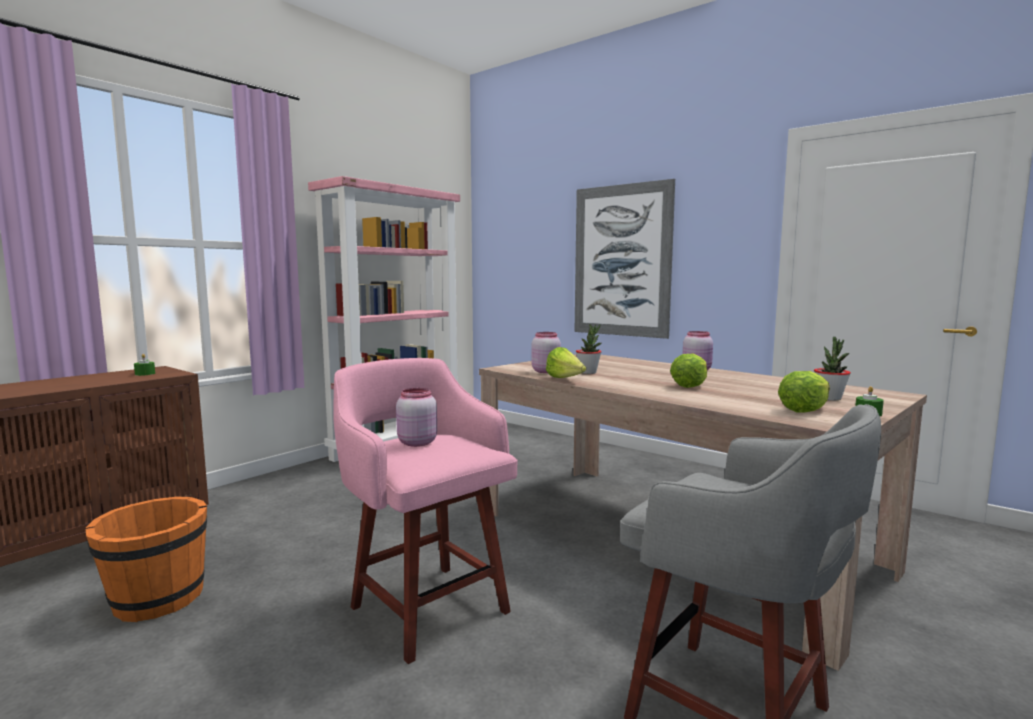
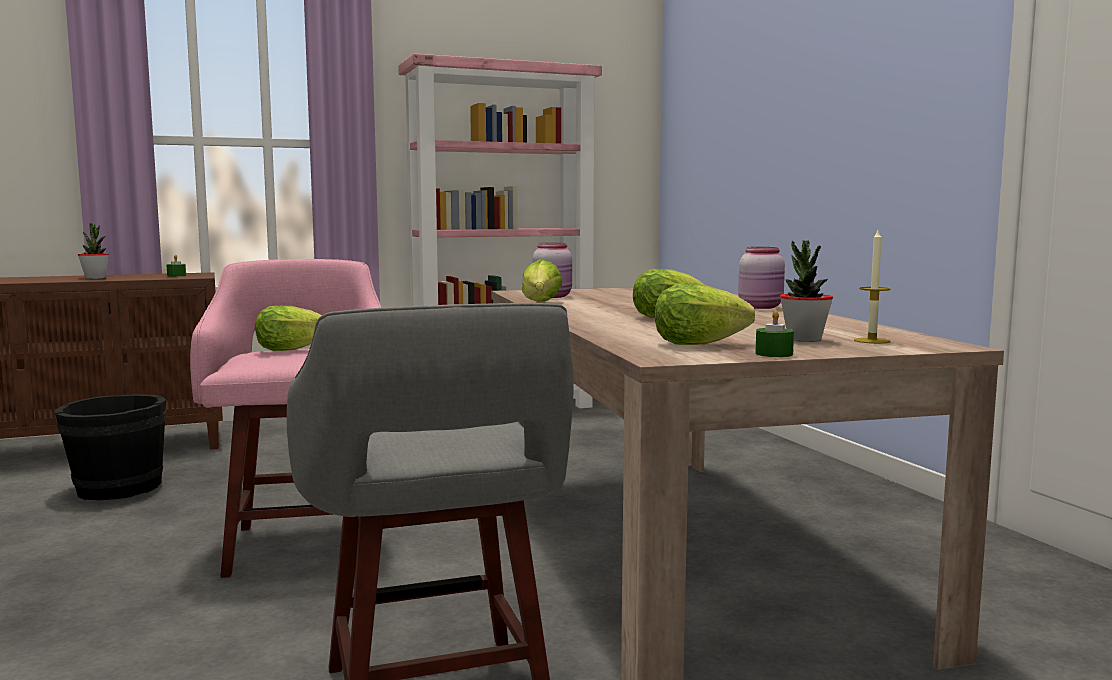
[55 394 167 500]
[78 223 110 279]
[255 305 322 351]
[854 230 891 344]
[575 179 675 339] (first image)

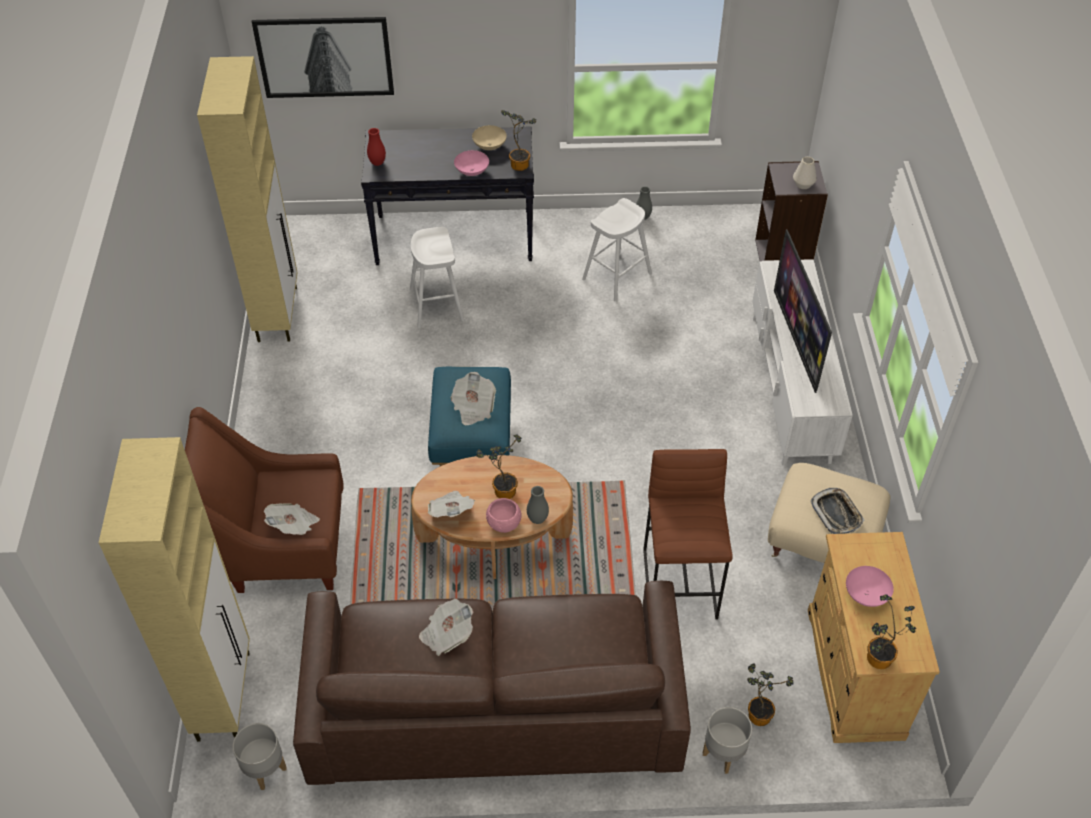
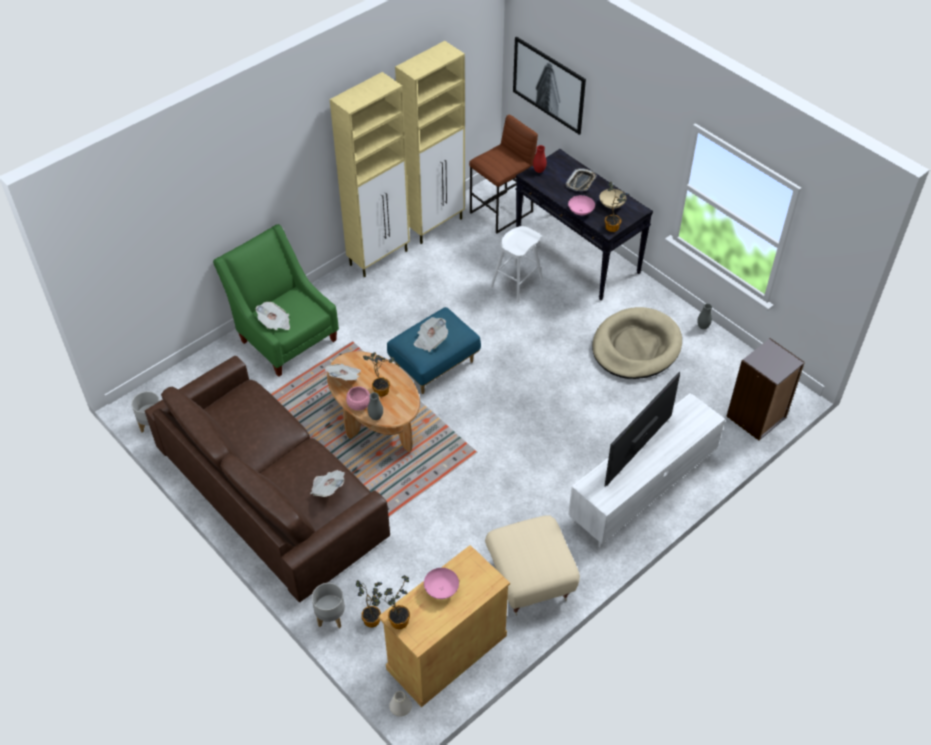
[213 224 339 377]
[310 470 345 497]
[330 72 410 278]
[389 691 412 717]
[469 114 538 234]
[566 168 597 191]
[592 307 682 379]

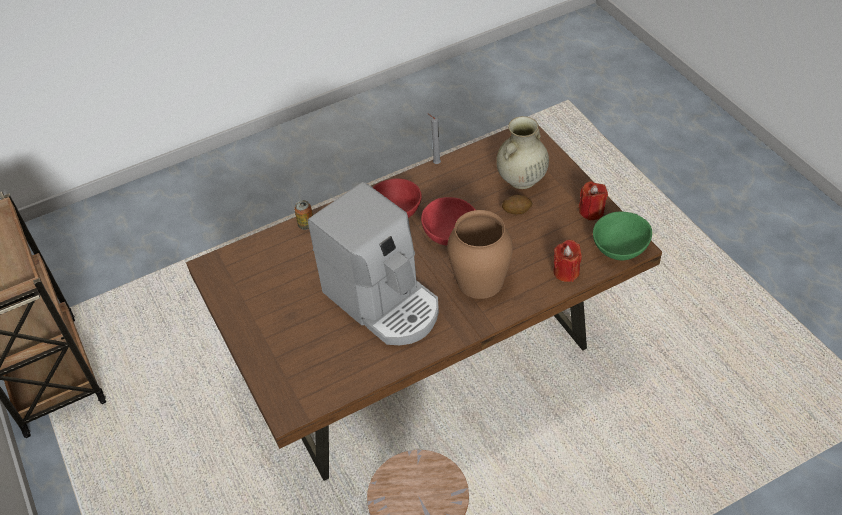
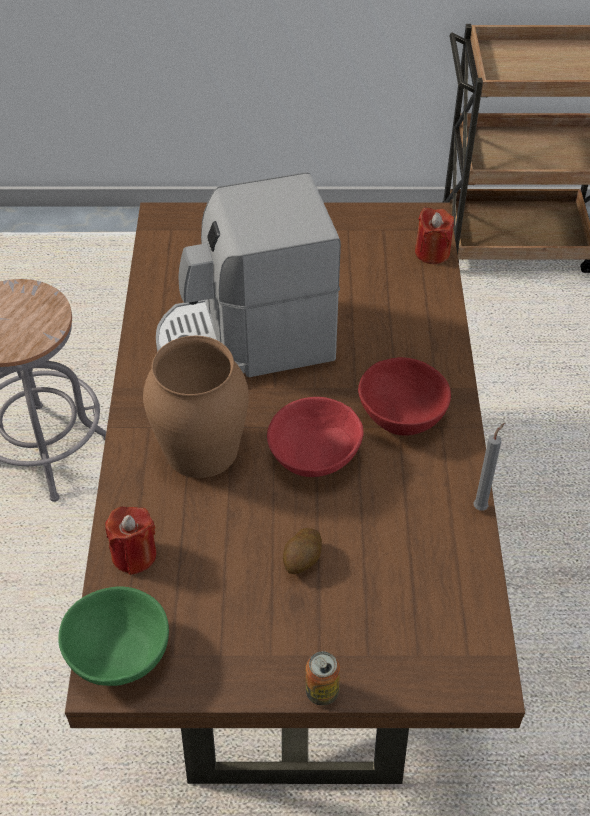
[306 651 340 706]
[415 207 454 264]
[496 116 549 189] (first image)

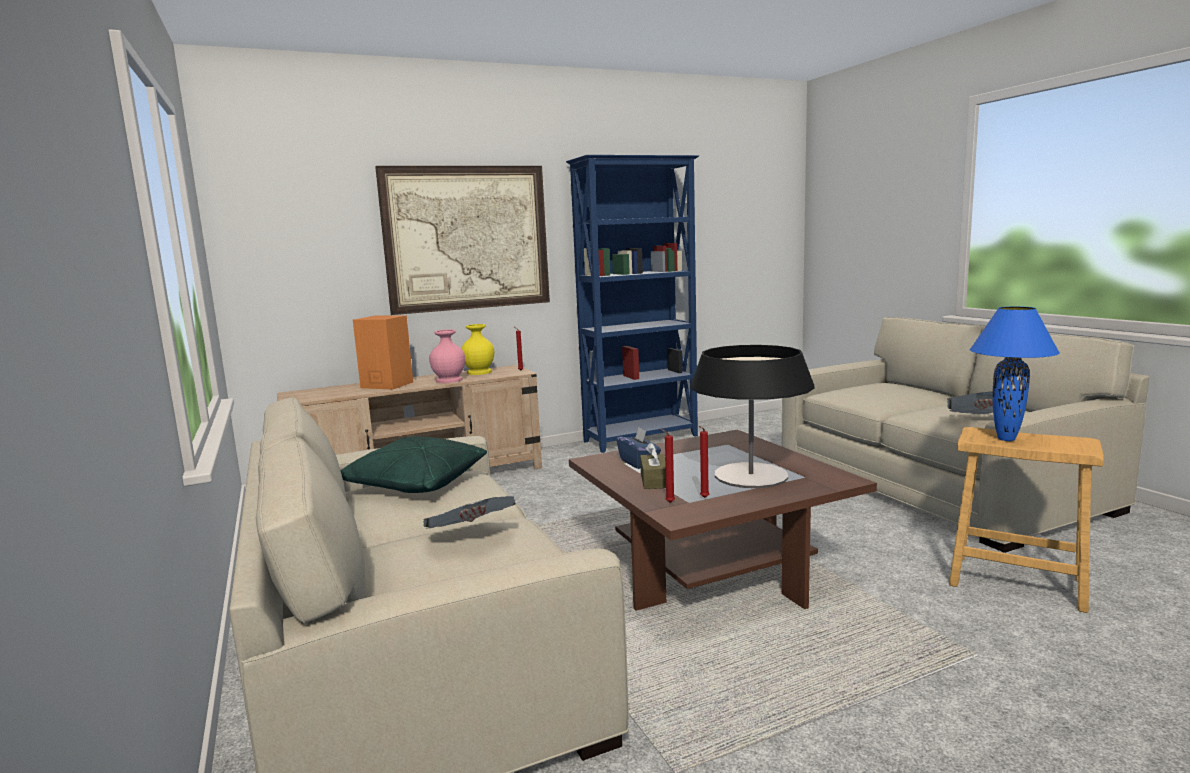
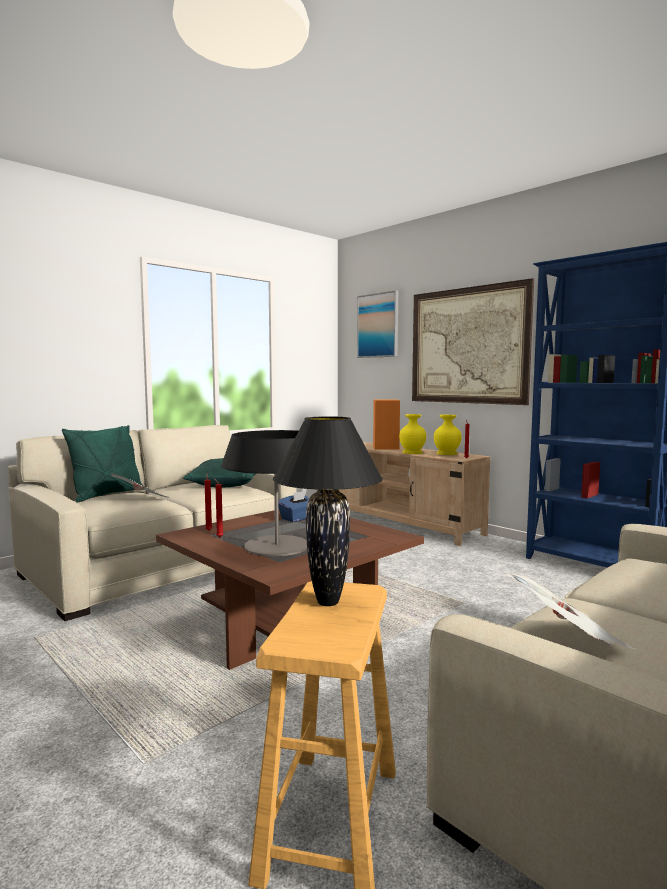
[62 425 144 503]
[273 416 383 606]
[357 290 398 358]
[399 414 426 454]
[640 443 666 489] (first image)

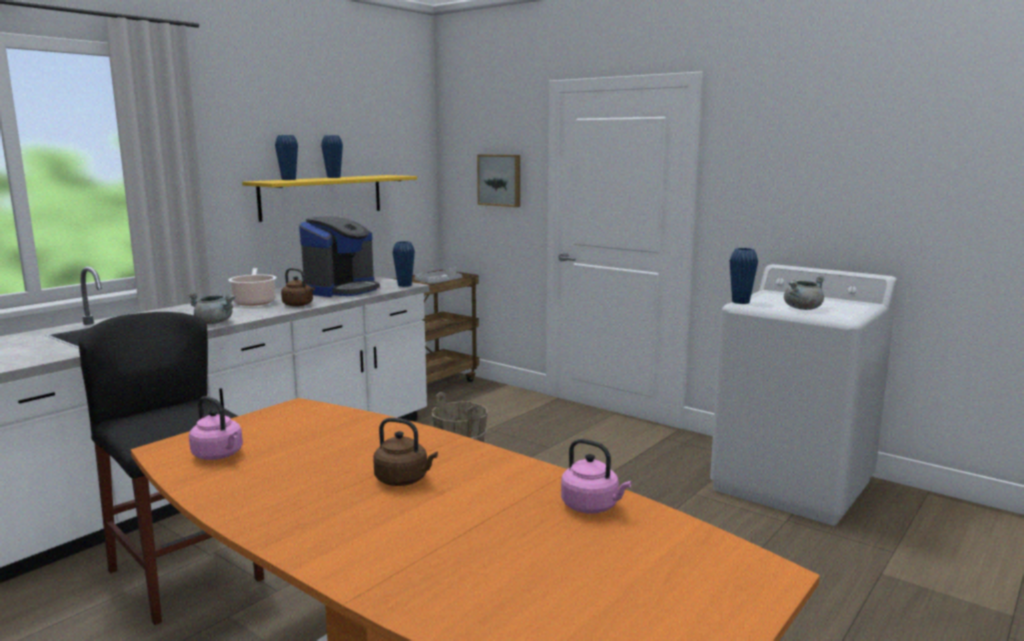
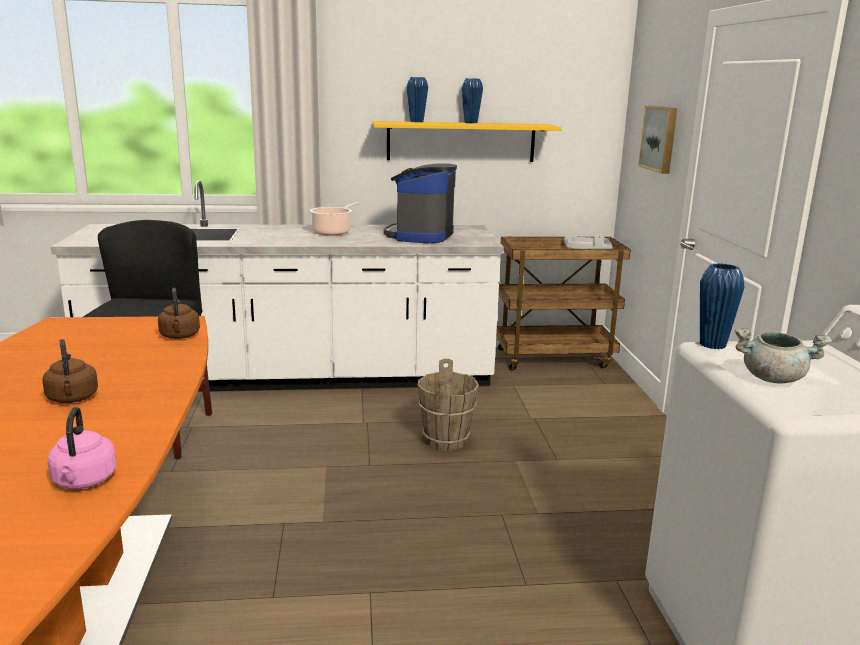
[158 288 200 339]
[384 163 457 243]
[187 291 235 324] (first image)
[189 396 243 460] (first image)
[392 241 415 287] (first image)

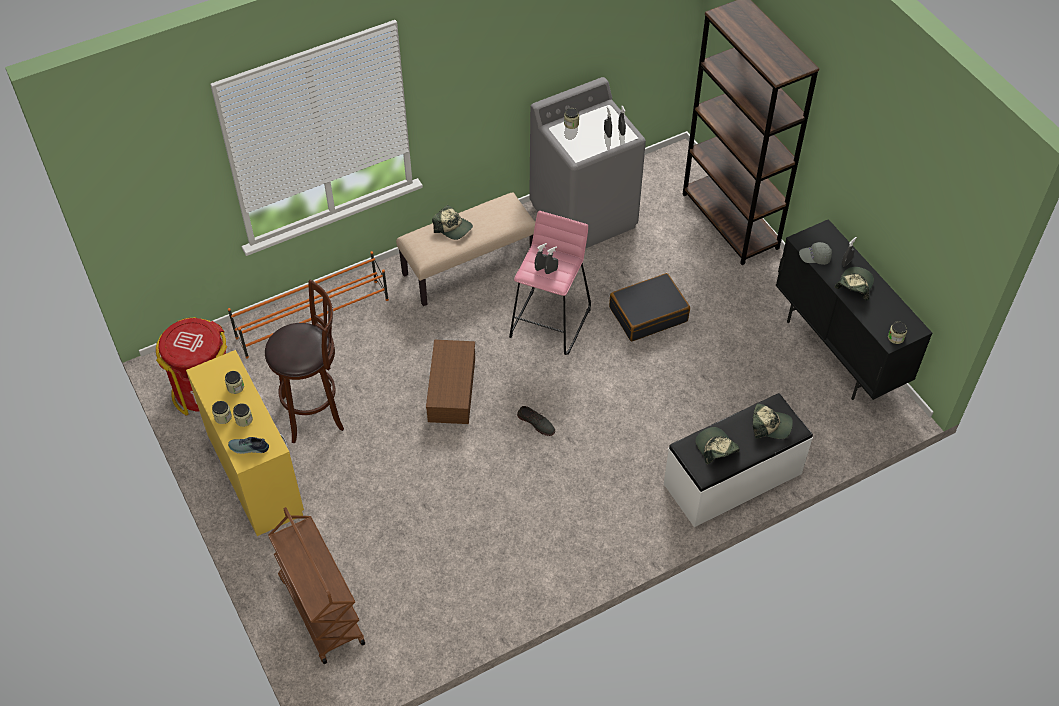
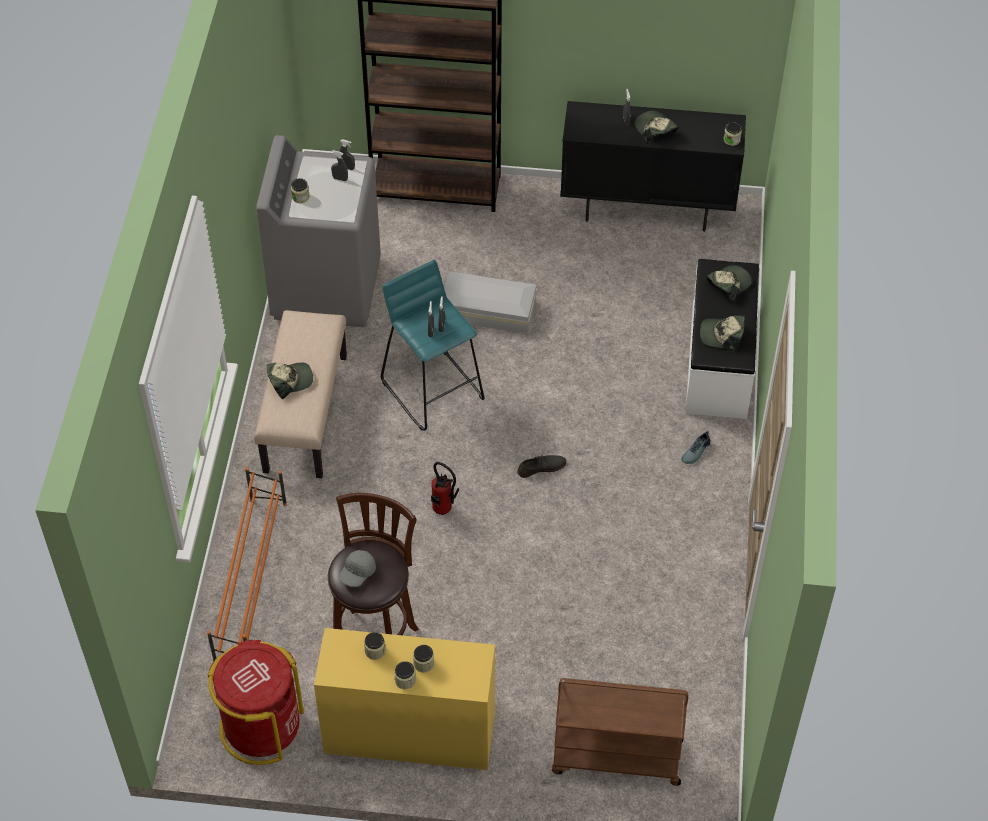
[339 550 376 587]
[381 260 485 431]
[431 462 459 515]
[444 271 537 334]
[681 431 710 464]

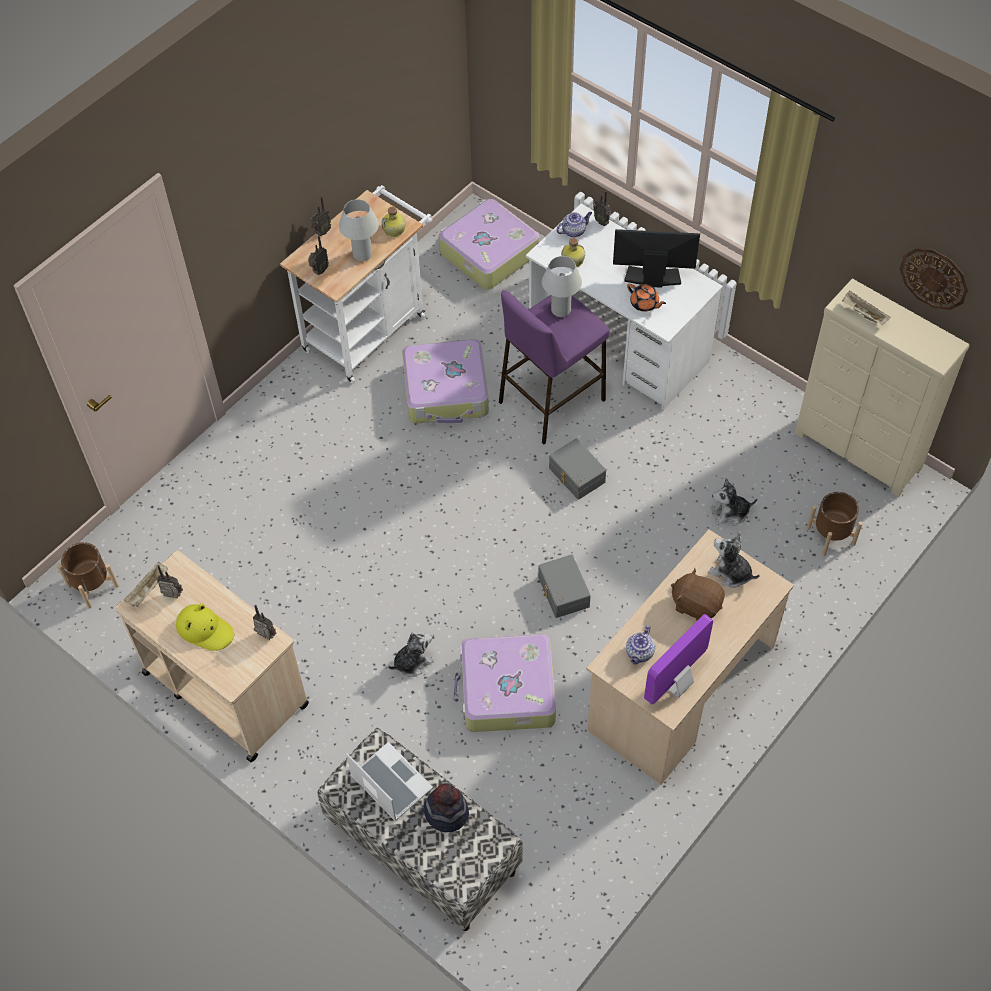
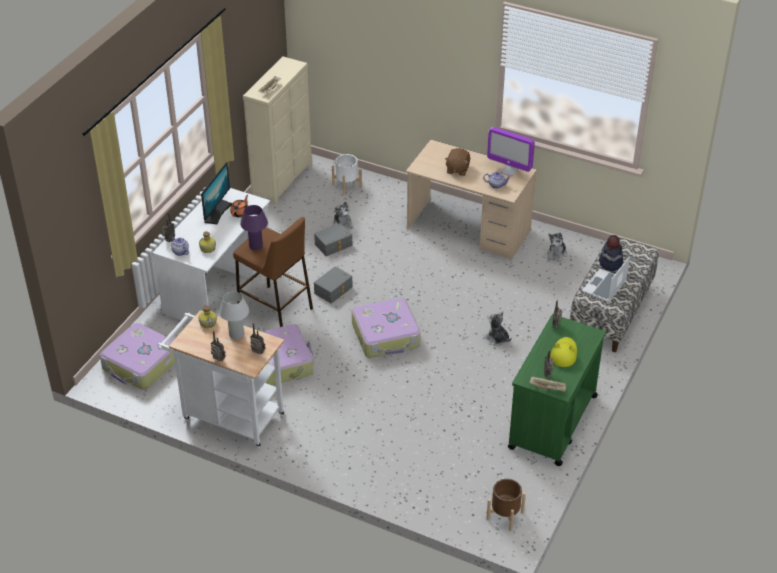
[201 162 232 224]
[233 217 313 327]
[240 205 268 250]
[314 223 352 256]
[332 154 362 195]
[352 298 421 358]
[508 314 606 466]
[547 233 567 262]
[900 248 968 310] (first image)

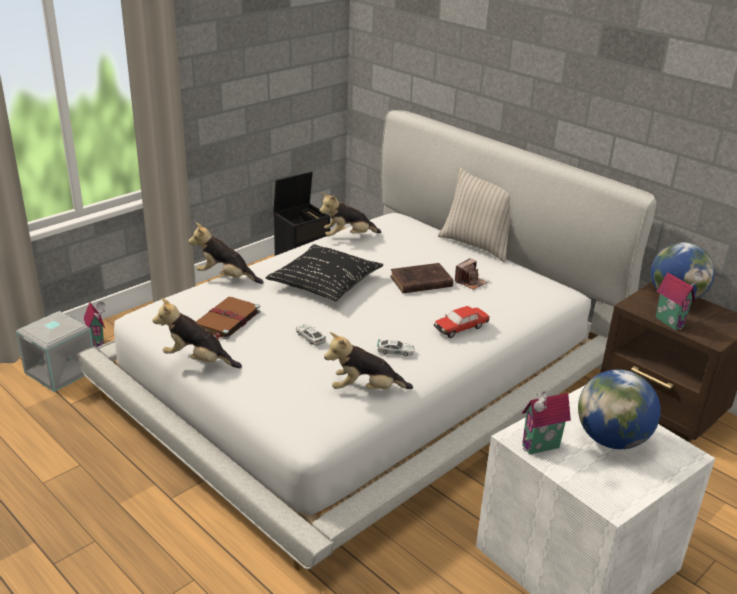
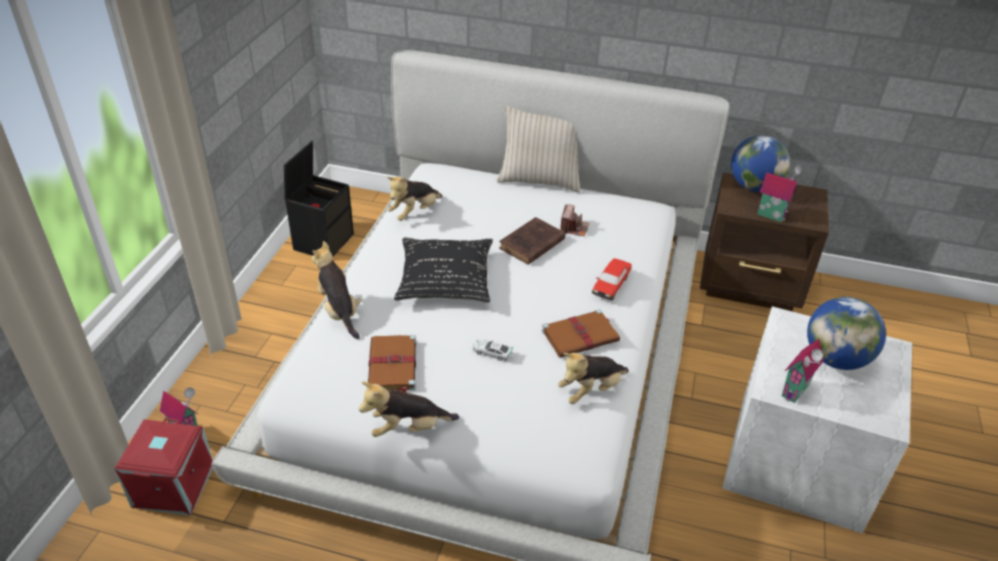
[115 418 213 516]
[311 241 361 339]
[542 309 620 358]

